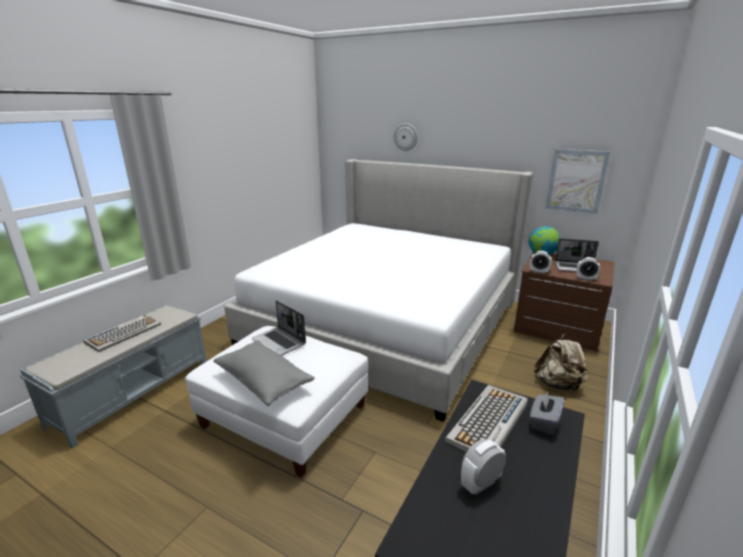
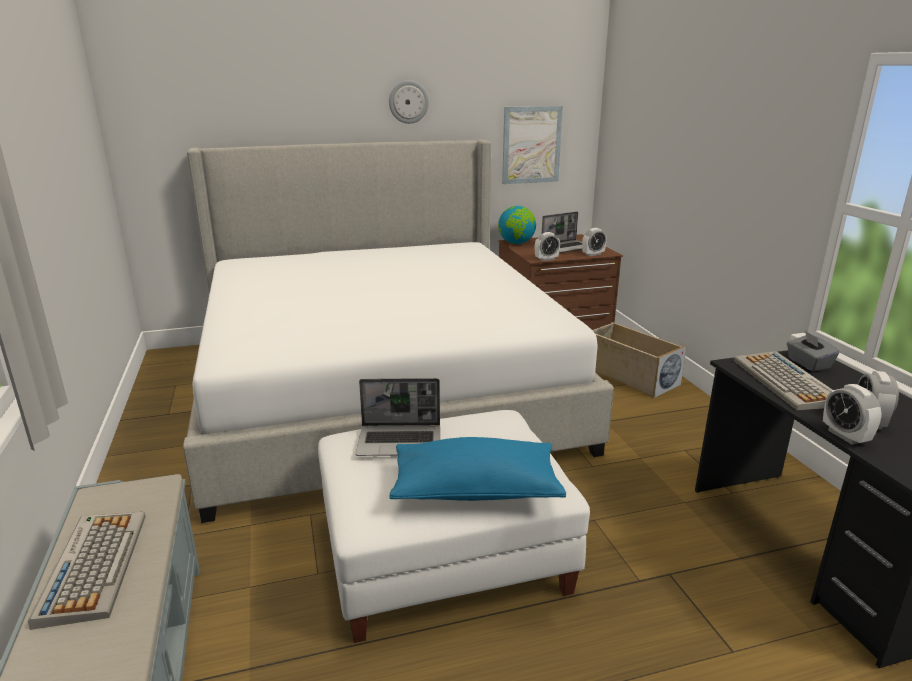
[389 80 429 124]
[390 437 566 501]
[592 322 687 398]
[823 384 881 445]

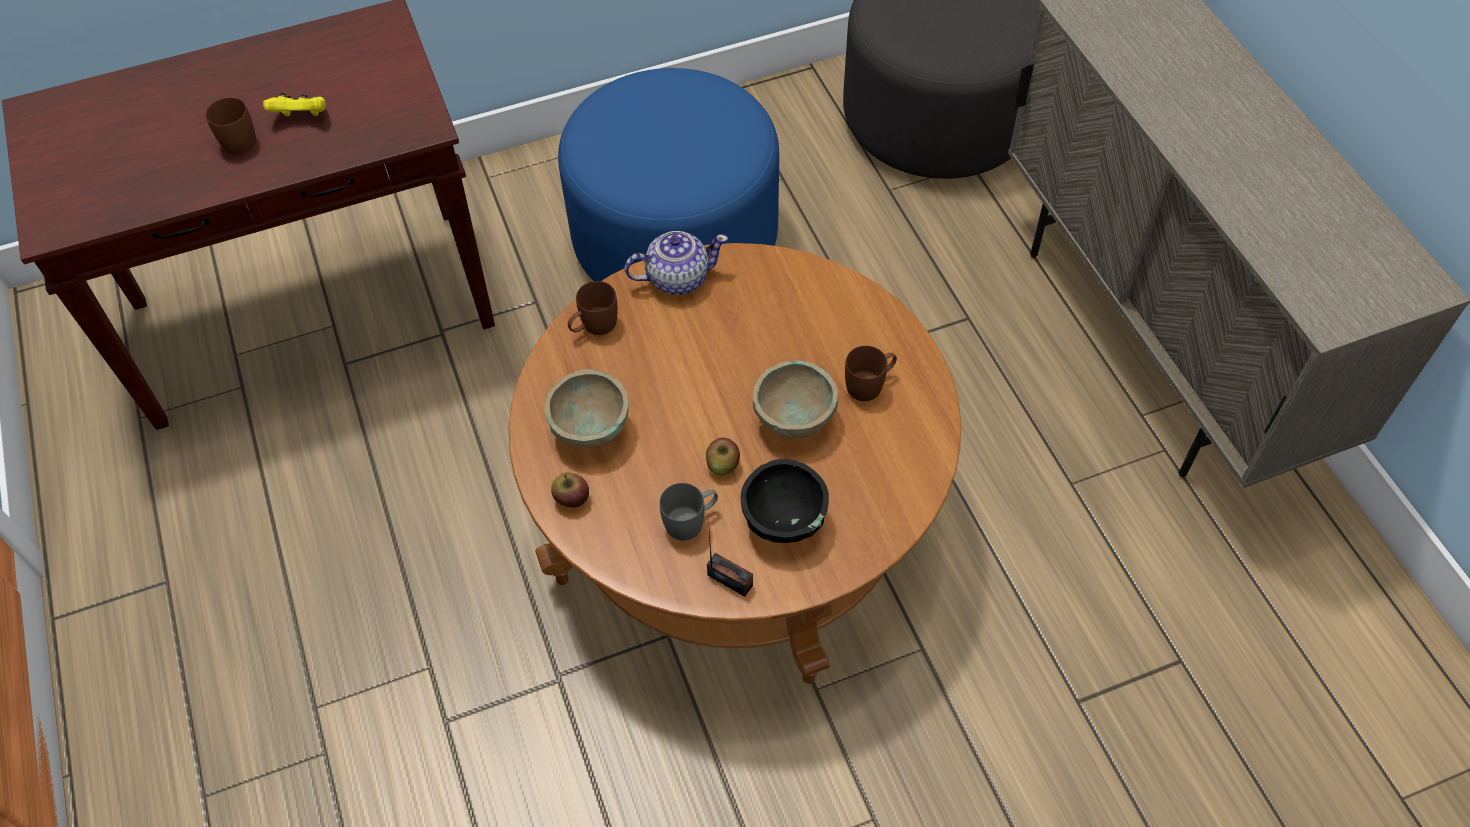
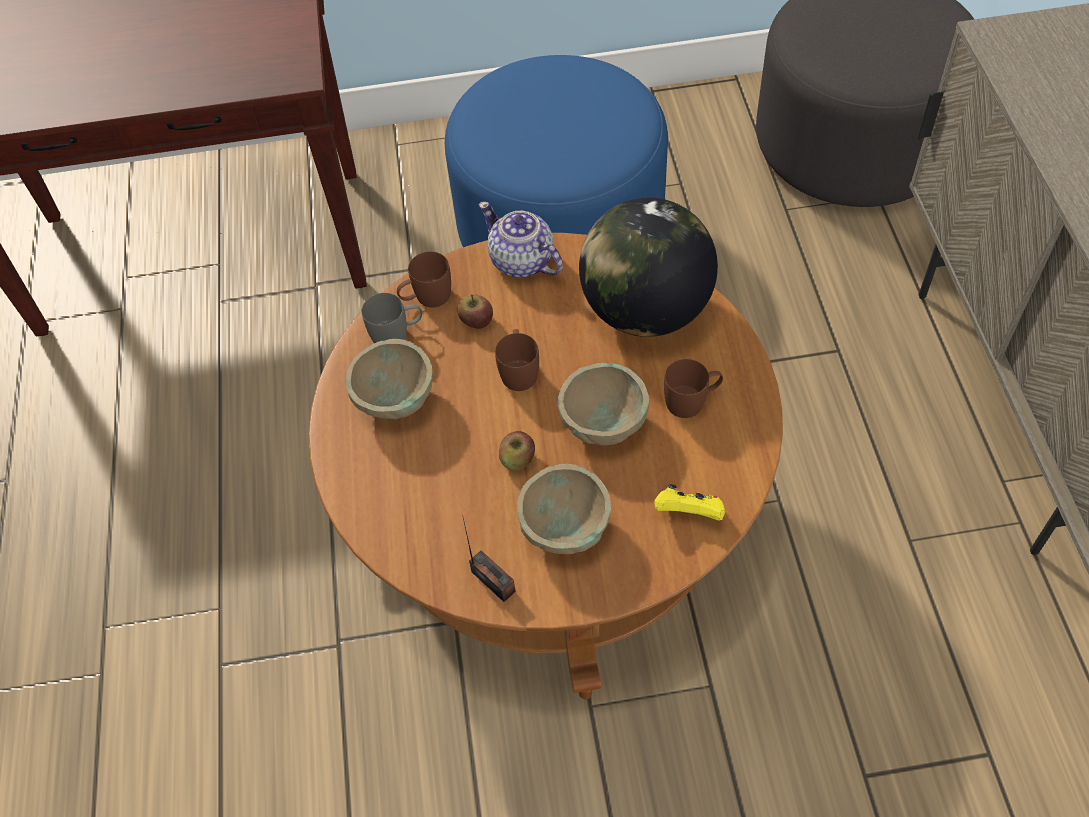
[362 293 422 343]
[457 294 493 329]
[479 202 563 278]
[495 329 539 391]
[517 464 611 554]
[579 198 718 337]
[655 484 725 521]

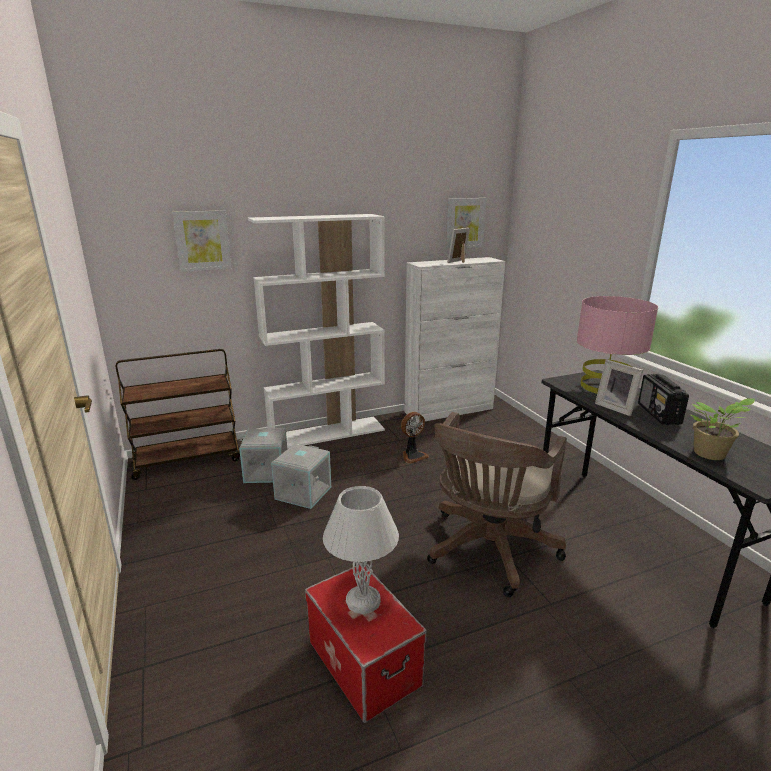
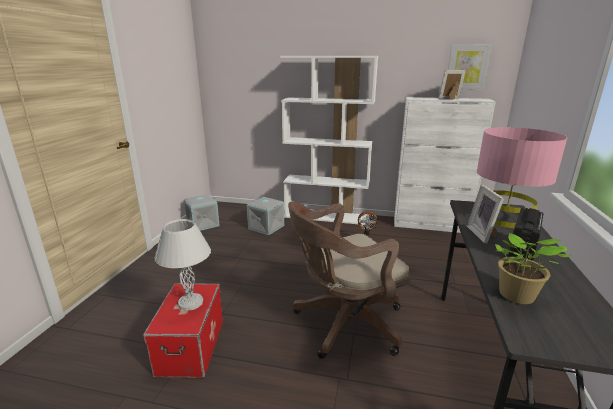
[184 194 220 231]
[116 349 240 480] (first image)
[172 210 232 272] (first image)

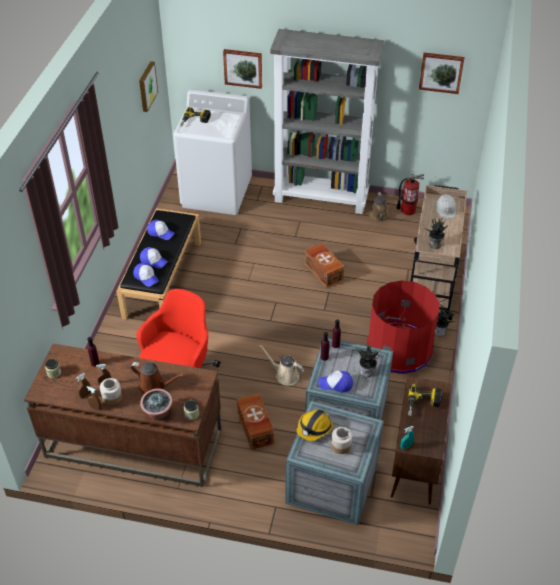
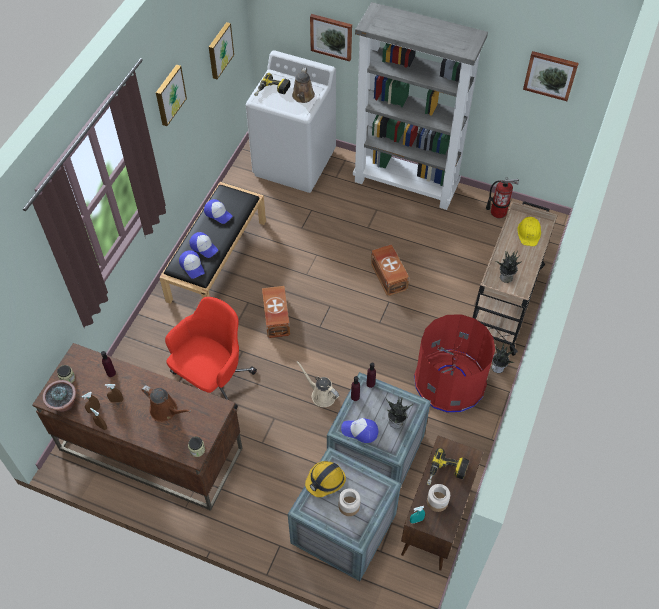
[42 380 76 412]
[156 64 187 126]
[262 286 290 338]
[292 68 315 103]
[427 484 450 512]
[517 216 541 246]

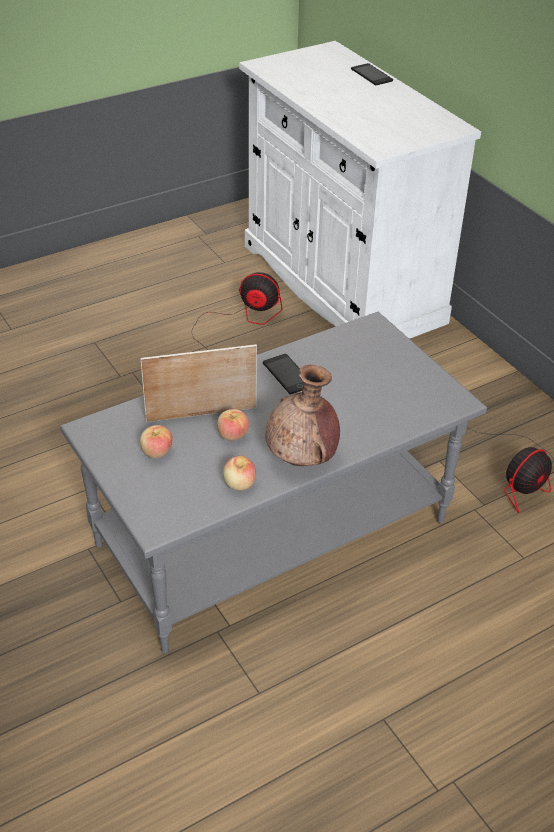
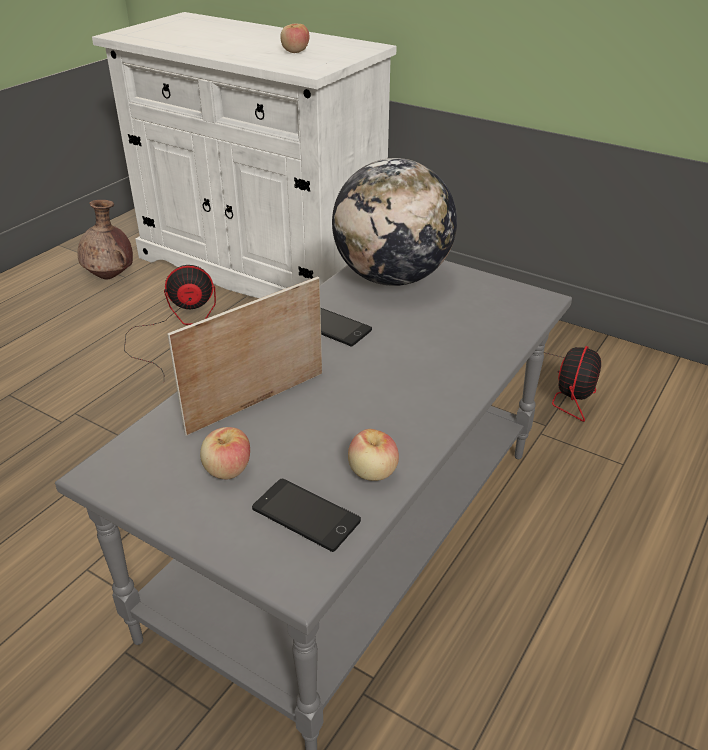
[77 200 133 280]
[252 479 361 552]
[281 24 309 53]
[332 158 457 286]

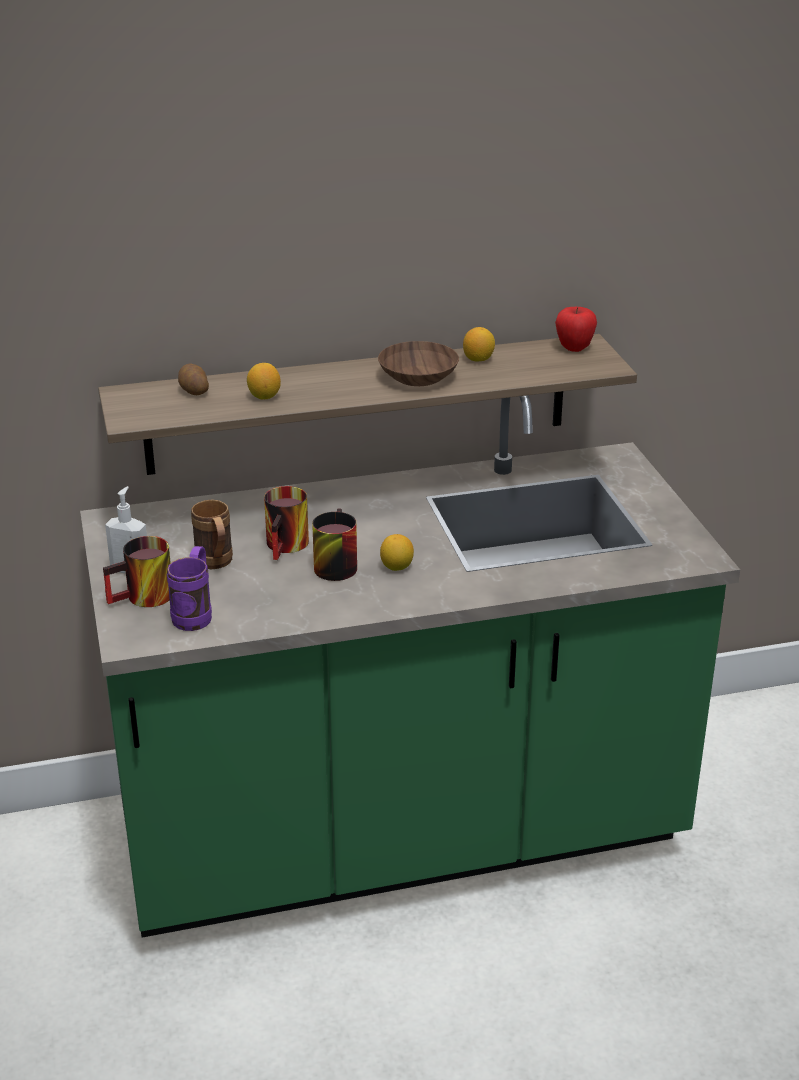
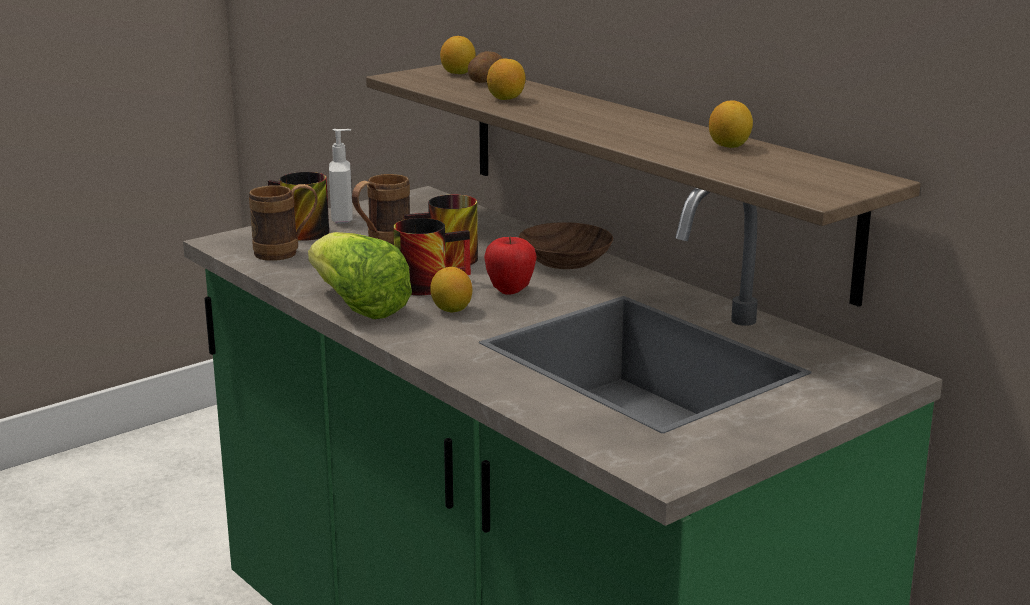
[249 184 318 261]
[308 232 412 319]
[440 36 476 74]
[484 237 537 294]
[518 222 613 269]

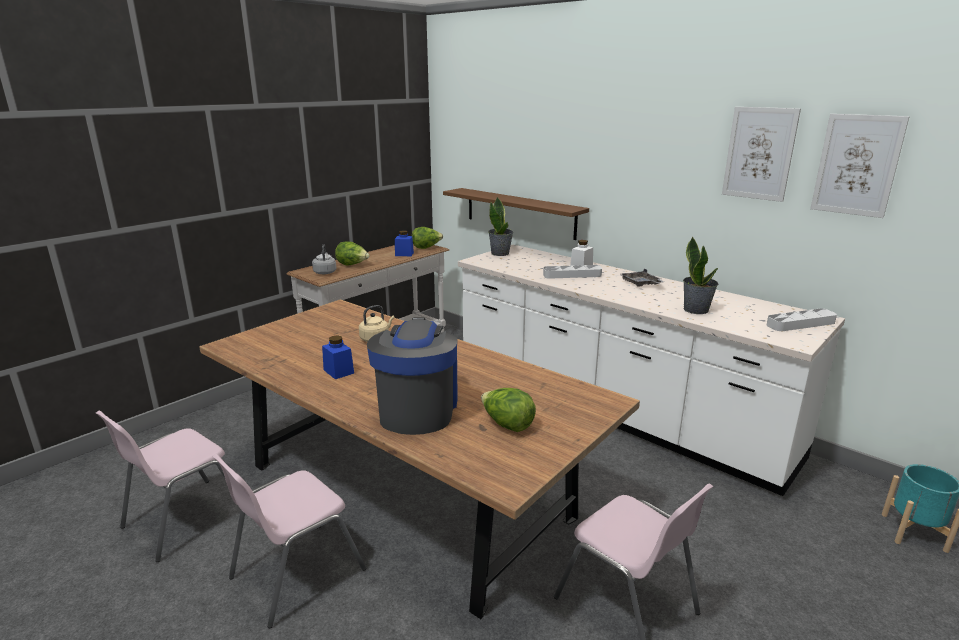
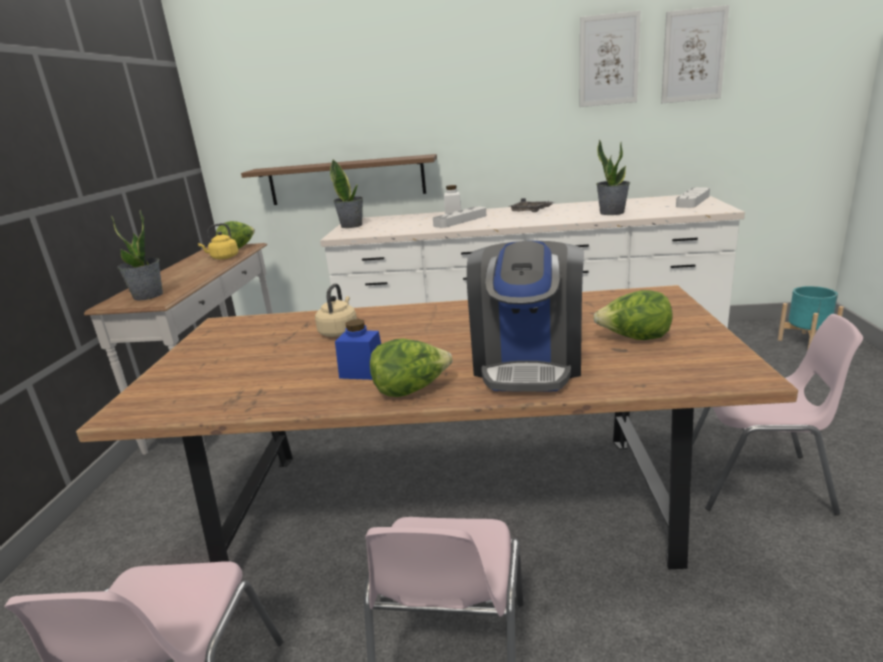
[111 210 163 300]
[198 223 238 260]
[370 338 453 397]
[467 241 584 392]

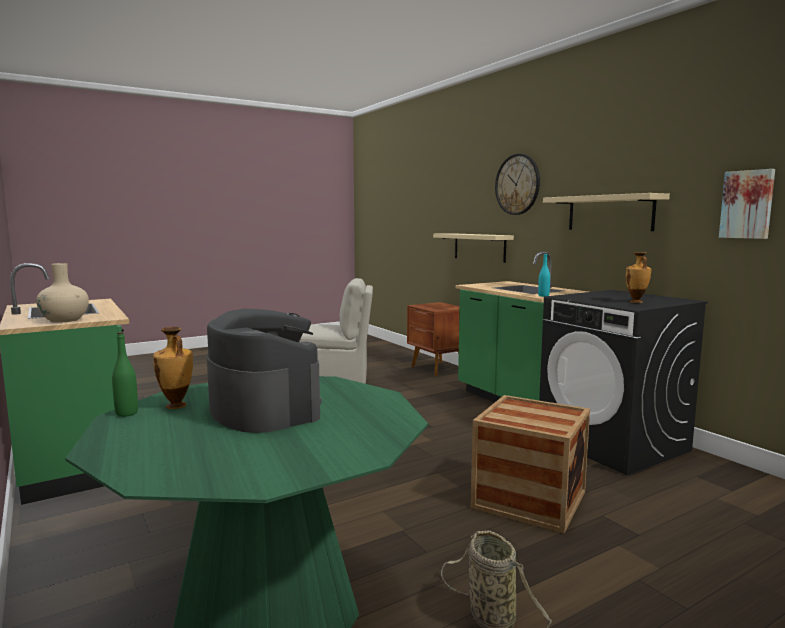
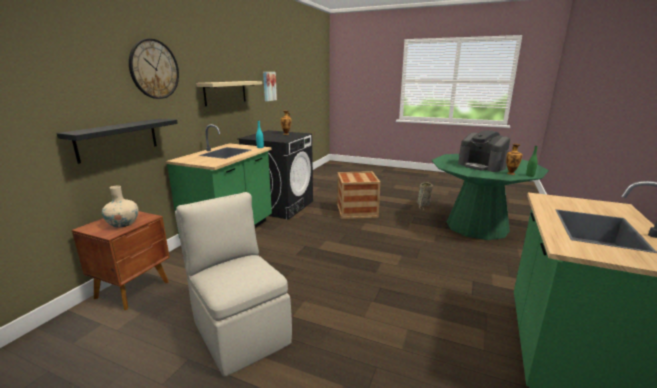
[57 119 178 164]
[102 185 139 228]
[458 130 510 172]

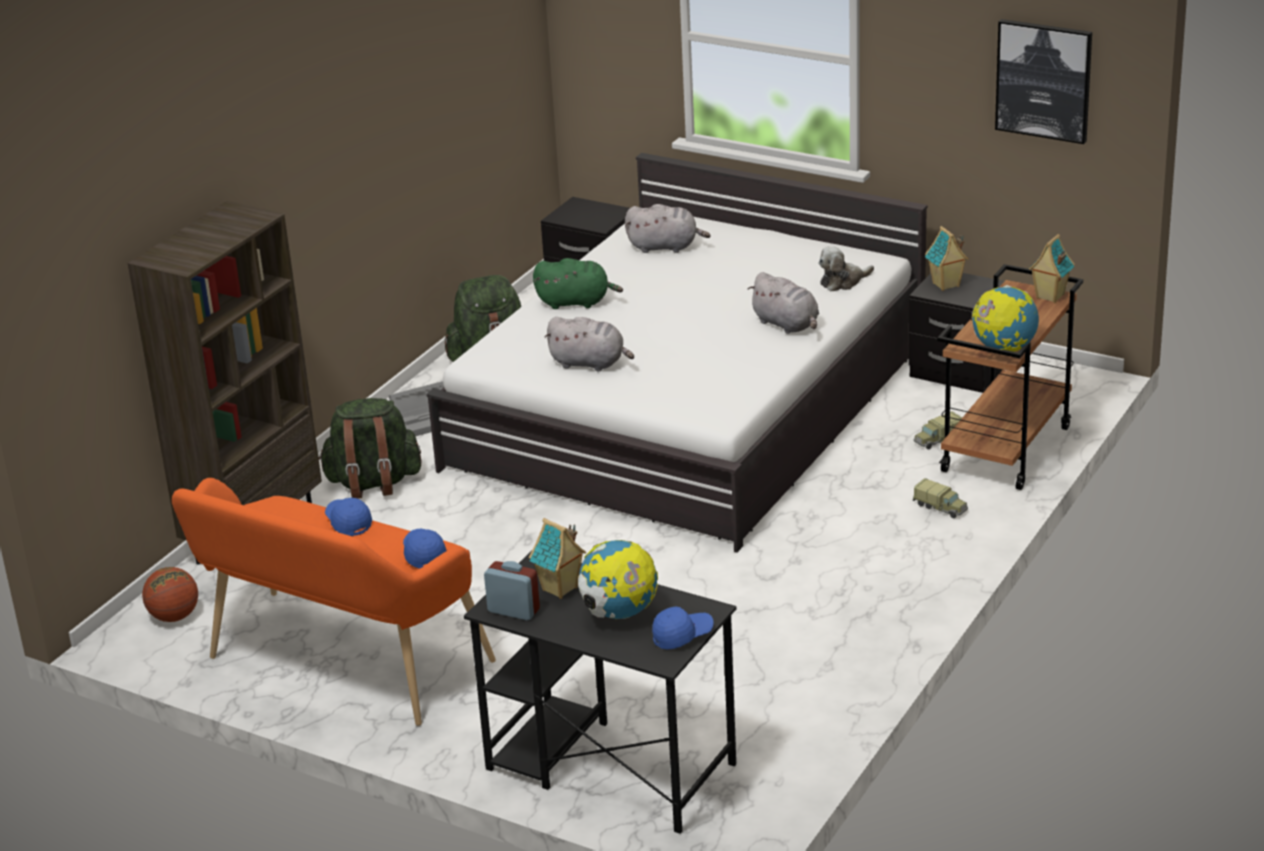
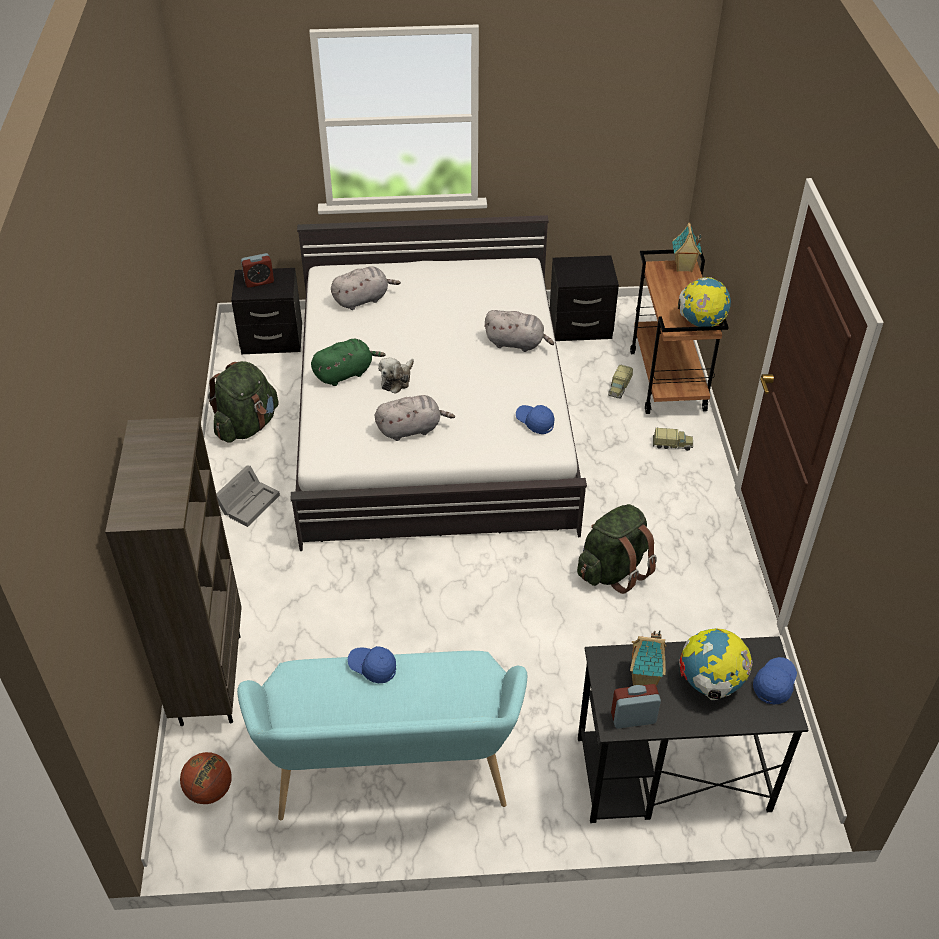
[237 651 527 820]
[241 253 274 288]
[378 357 414 394]
[516 405 555 434]
[577 504 657 594]
[925 226 969 291] (first image)
[995 19 1092 144] (first image)

